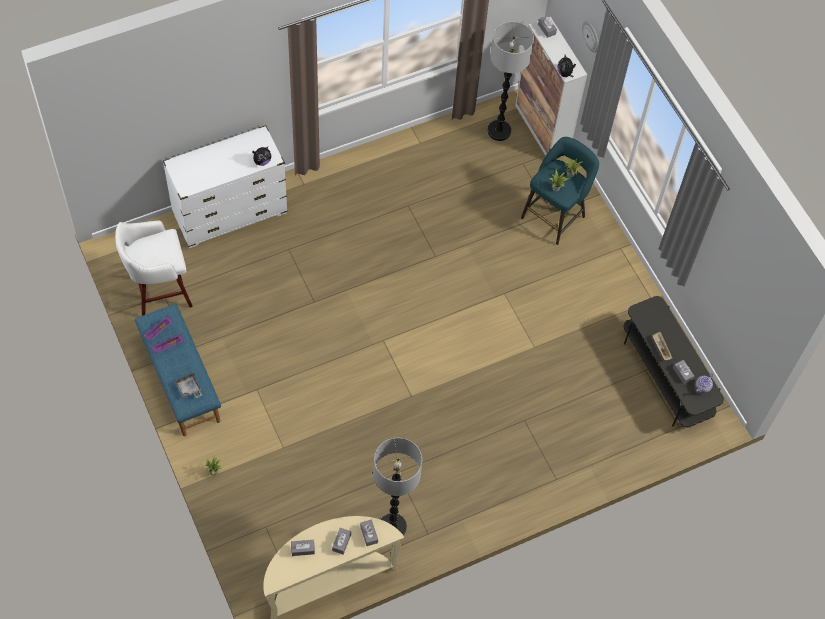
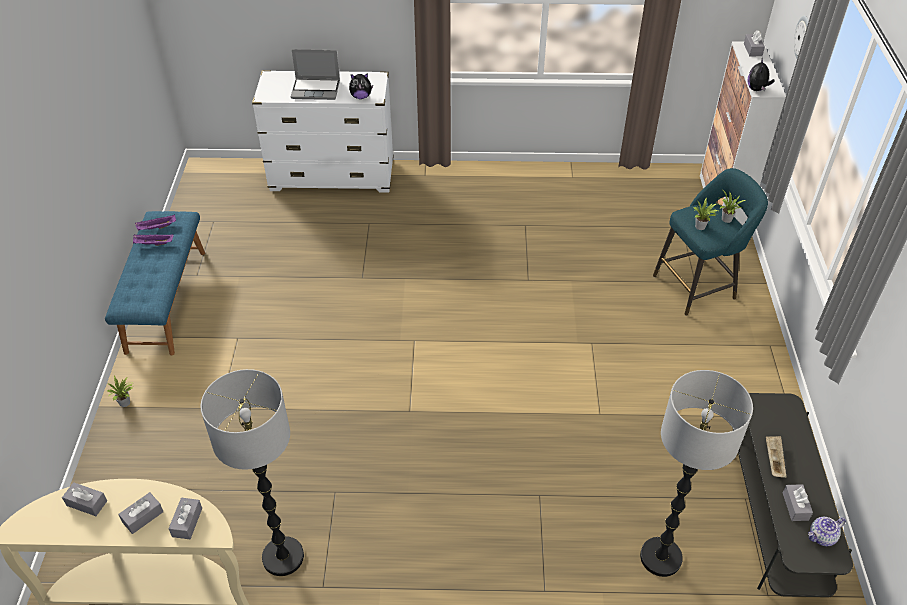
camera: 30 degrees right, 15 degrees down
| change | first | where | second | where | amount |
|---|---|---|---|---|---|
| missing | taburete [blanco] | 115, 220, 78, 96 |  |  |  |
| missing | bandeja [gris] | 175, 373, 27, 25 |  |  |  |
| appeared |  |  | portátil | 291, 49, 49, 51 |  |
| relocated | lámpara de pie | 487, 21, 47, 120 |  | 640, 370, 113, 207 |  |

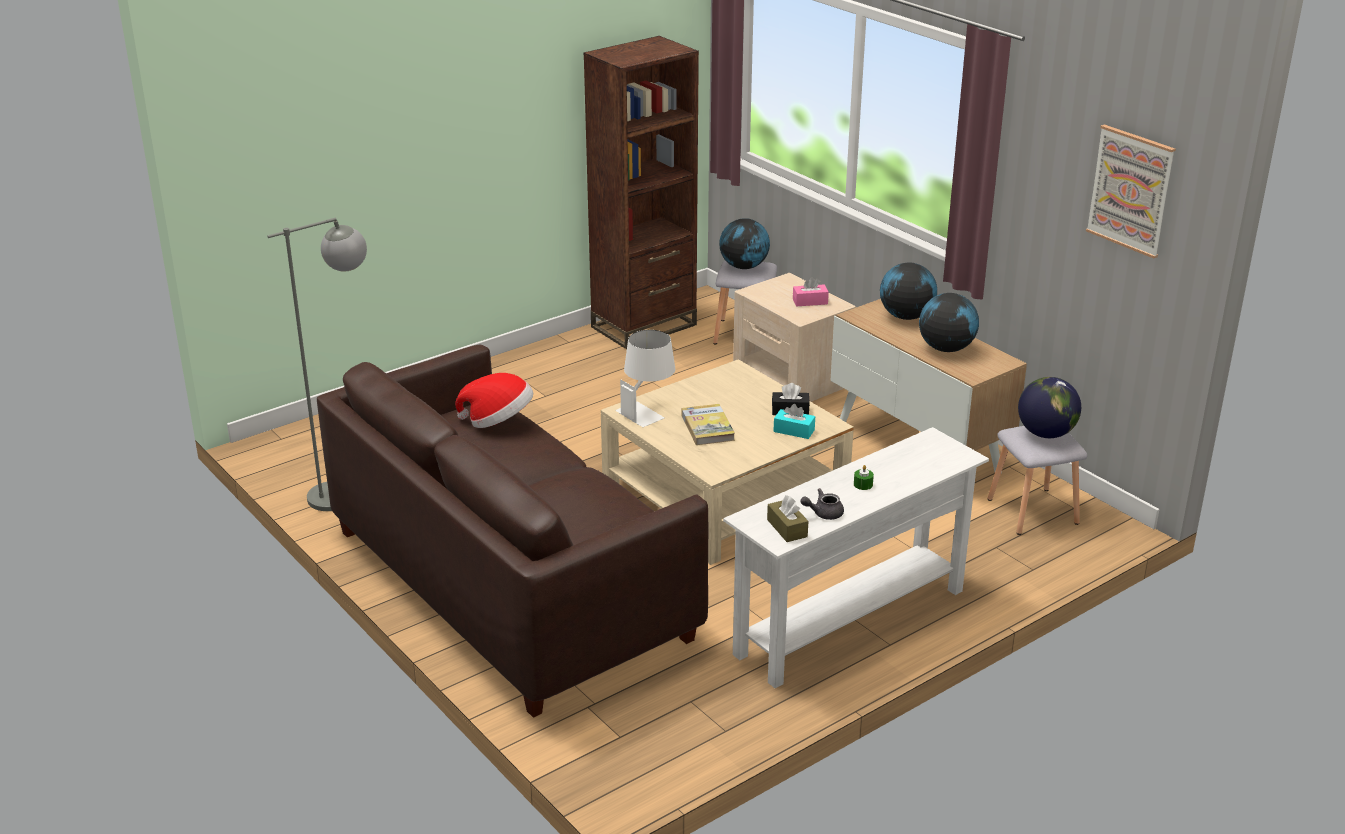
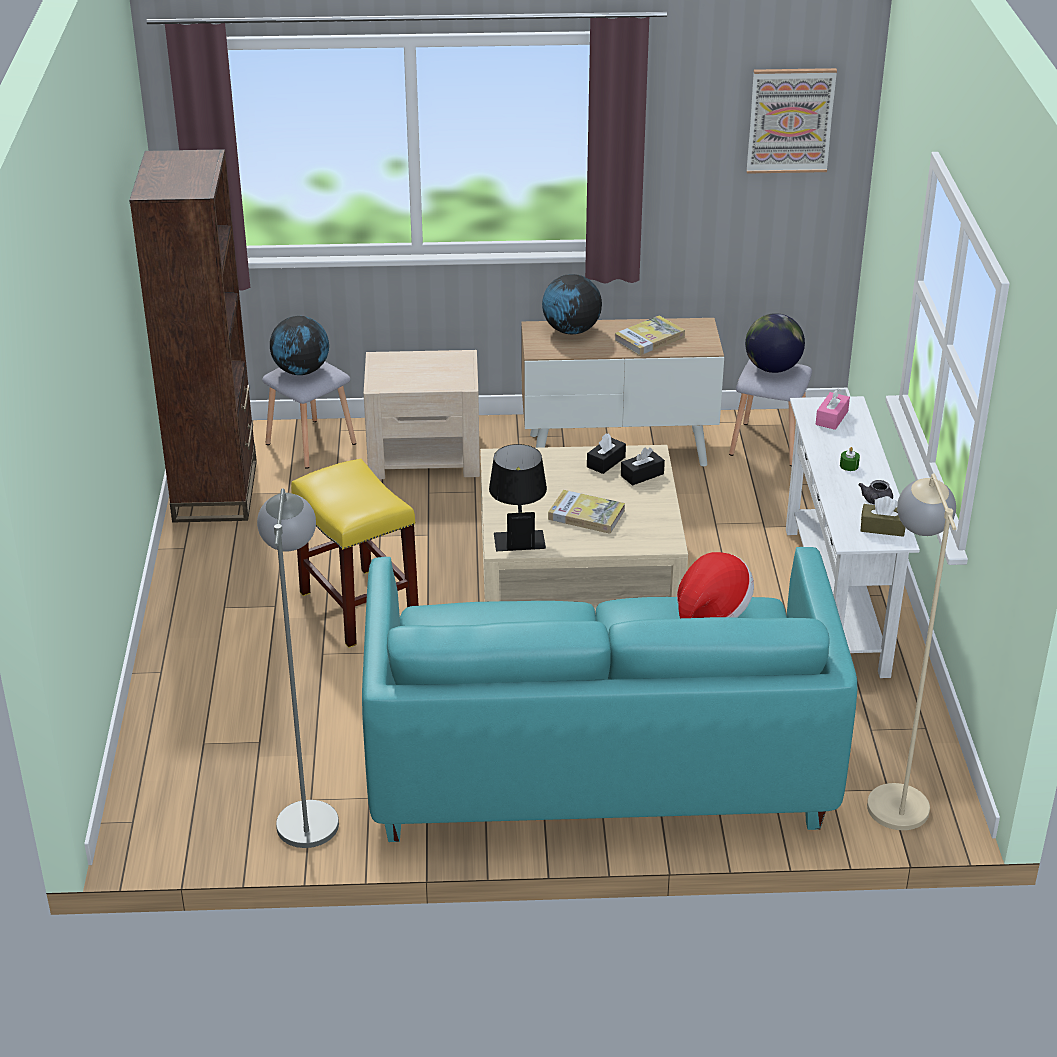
camera: 55 degrees left, 5 degrees up
| change | first | where | second | where | amount |
|---|---|---|---|---|---|
| appeared |  |  | taburete [amarillo] | 291, 459, 128, 189 |  |
| appeared |  |  | lámpara de pie [beis] | 867, 474, 90, 356 |  |
| relocated | sombrero | 455, 373, 78, 55 |  | 677, 552, 77, 66 |  |
| relocated | caja de pañuelos [rosa] | 793, 277, 36, 29 |  | 816, 388, 34, 42 |  |
| exchanged | globo terráqueo | 919, 293, 60, 59 | libro | 614, 316, 71, 40 |  |
| colour | sofá [marrón] | 317, 345, 391, 373 | sofá [turquesa] | 362, 547, 495, 295 |  |
| colour | lámpara de mesa [blanco] | 615, 330, 60, 97 | lámpara de mesa [negro] | 489, 444, 58, 107 |  |
| colour | caja de pañuelos [turquesa] | 773, 404, 42, 35 | caja de pañuelos [negro] | 621, 447, 44, 39 |  |

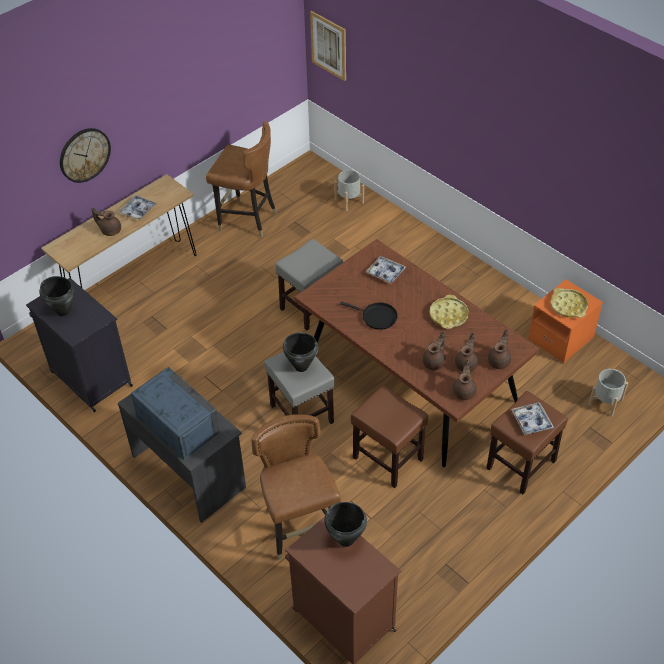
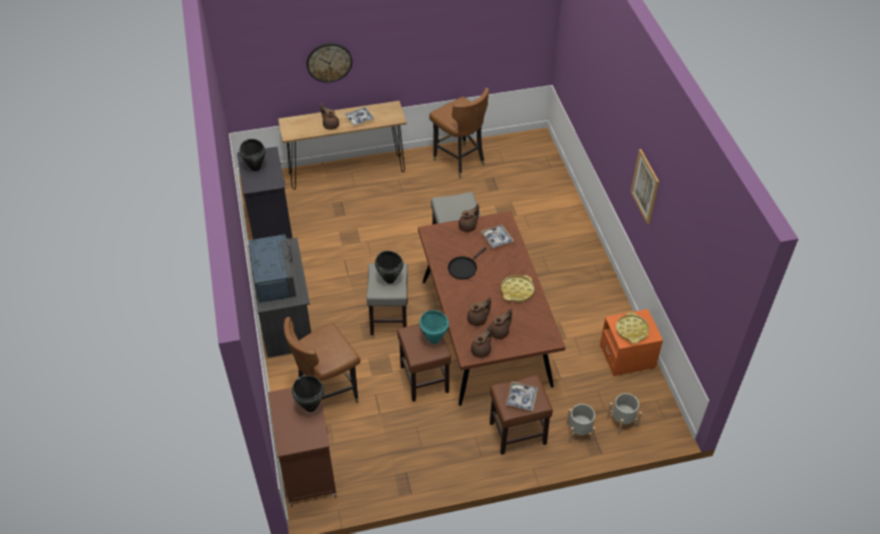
camera: 30 degrees right, 0 degrees up
| change | first | where | second | where | amount |
|---|---|---|---|---|---|
| appeared |  |  | olla [turquesa] | 419, 310, 30, 34 |  |
| relocated | cuadro | 310, 11, 36, 70 |  | 631, 149, 28, 76 |  |
| relocated | maceta [gris] | 334, 170, 30, 41 |  | 567, 404, 28, 39 |  |
| relocated | tetera [marrón] | 488, 329, 23, 40 |  | 458, 204, 21, 28 |  |
| spun | silla [marrón] | 251, 414, 90, 146 |  | 284, 317, 76, 86 | 135 degrees counterclockwise |
| spun | sartén [negro] | 340, 302, 58, 28 |  | 448, 247, 39, 32 | 75 degrees clockwise |

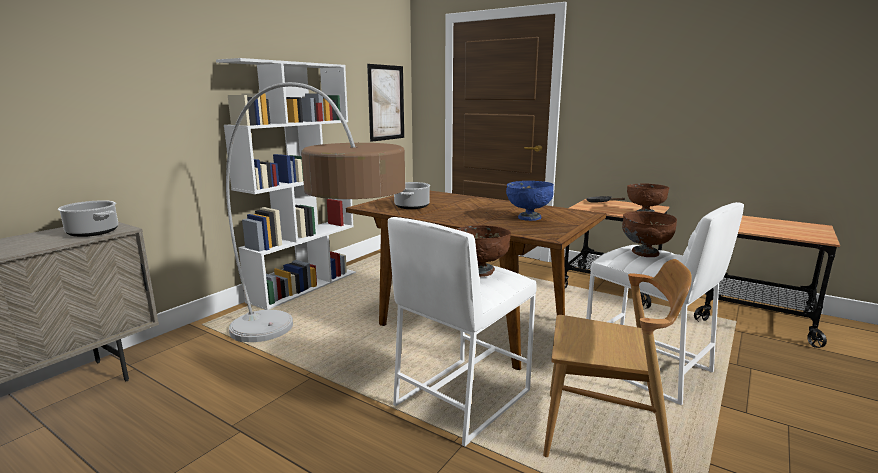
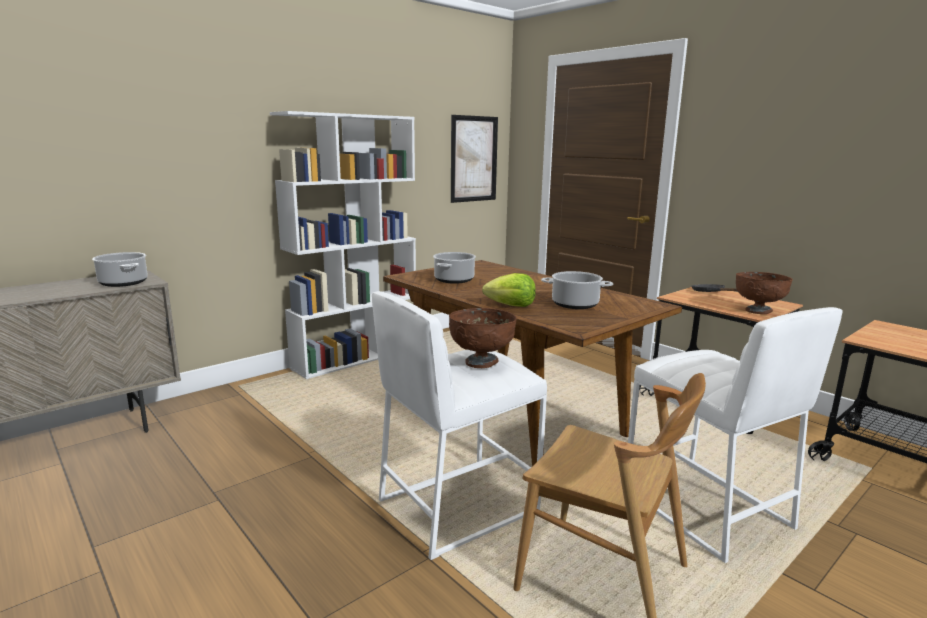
camera: 15 degrees right, 0 degrees up
| change | first | where | second | where | amount |
|---|---|---|---|---|---|
| missing | lámpara de pie | 226, 82, 179, 260 |  |  |  |
| missing | cuenco [marrón] | 622, 211, 55, 46 |  |  |  |
| appeared |  |  | lechuga | 482, 273, 54, 34 |  |
| exchanged | cuenco [azul] | 506, 181, 48, 40 | olla | 541, 271, 72, 38 |  |

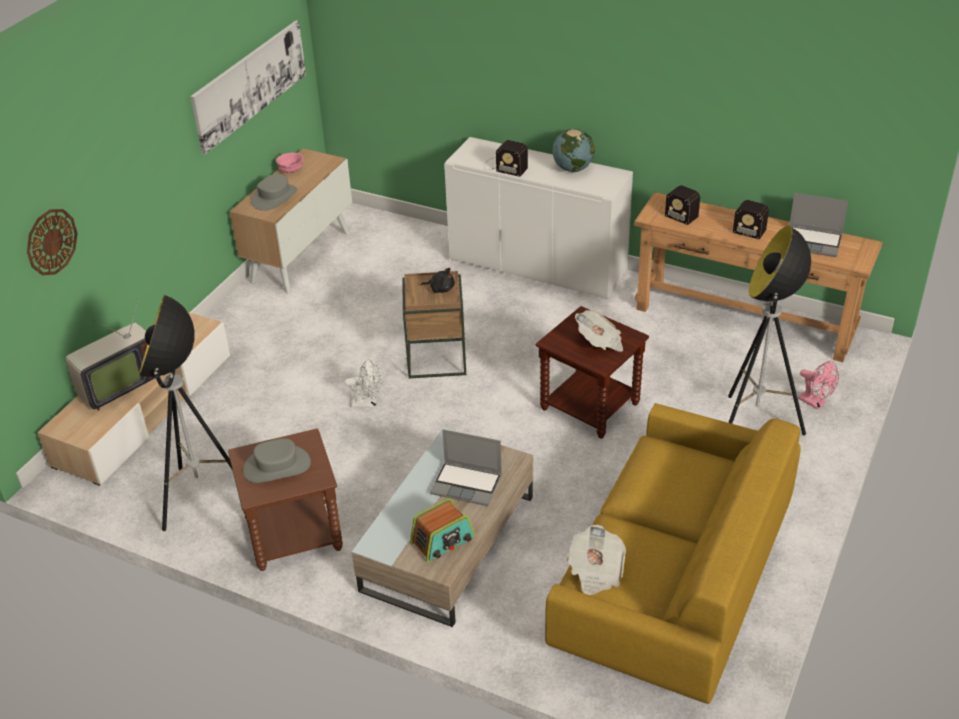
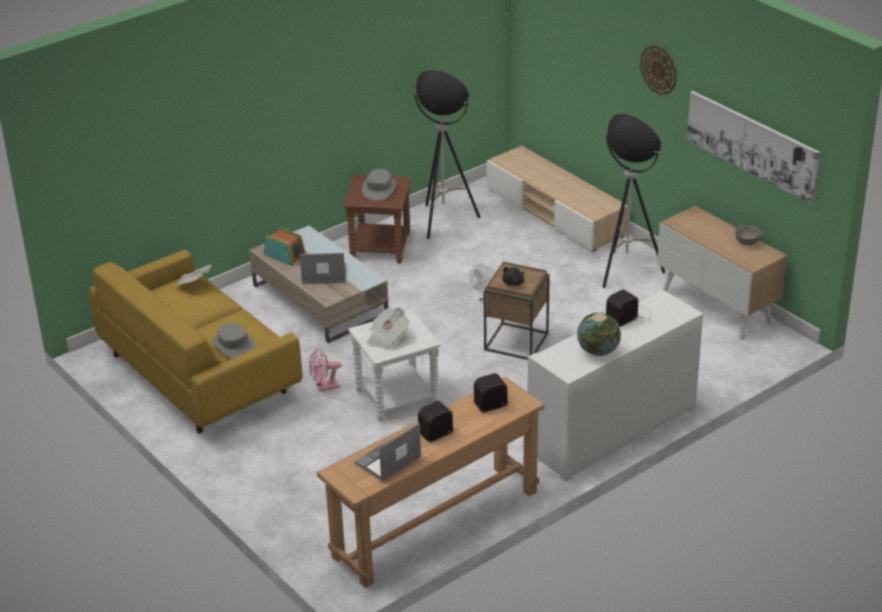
camera: 115 degrees right, 5 degrees down
| change | first | where | second | where | amount |
|---|---|---|---|---|---|
| missing | televisor | 65, 294, 90, 117 |  |  |  |
| relocated | reloj de pared | 27, 209, 50, 66 |  | 640, 45, 37, 50 |  |
| relocated | sombrero [gris] | 251, 174, 46, 37 |  | 212, 323, 44, 35 |  |
| relocated | lámpara de pie | 728, 226, 83, 209 |  | 602, 113, 63, 175 |  |
| relocated | ventilador [rosa] | 798, 361, 41, 49 |  | 309, 348, 33, 44 |  |
| colour | cuenco [rosa] | 276, 153, 27, 20 | cuenco [gris] | 735, 225, 26, 20 |  |
| colour | mesa auxiliar [marrón] | 536, 306, 113, 132 | mesa auxiliar [blanco] | 348, 310, 93, 111 |  |
| spun | radio | 410, 498, 65, 64 |  | 264, 227, 42, 39 | 135 degrees clockwise |
| spun | portátil | 430, 429, 72, 77 |  | 300, 253, 46, 31 | 45 degrees clockwise |

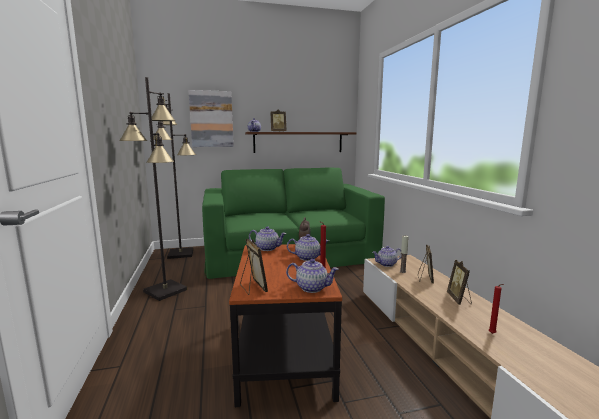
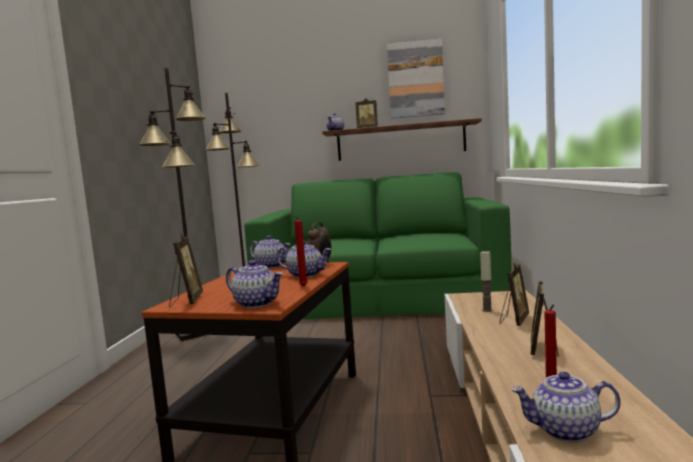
camera: 20 degrees right, 5 degrees down
| change | first | where | second | where | amount |
|---|---|---|---|---|---|
| relocated | cuadro | 189, 90, 45, 57 |  | 387, 39, 58, 80 |  |
| relocated | tetera | 373, 246, 29, 21 |  | 511, 371, 110, 71 |  |

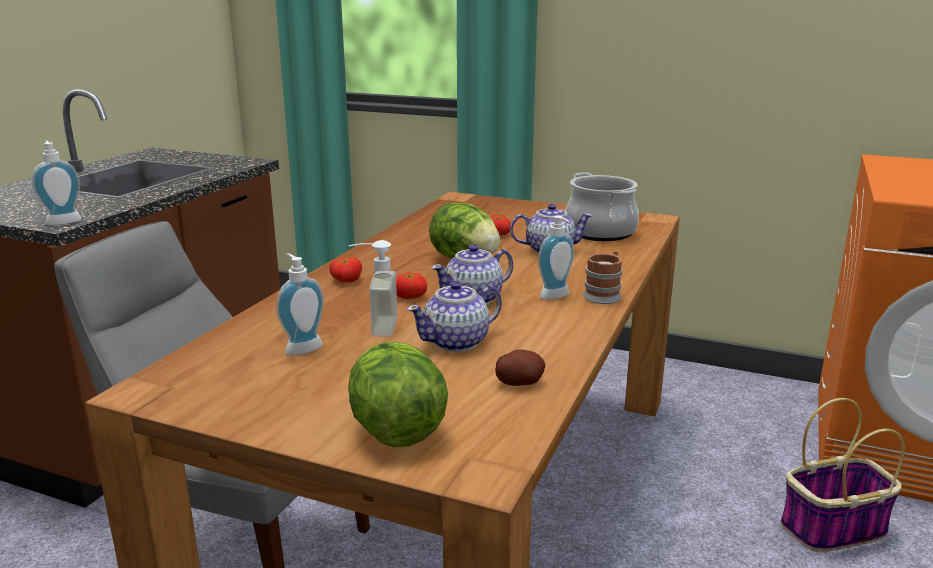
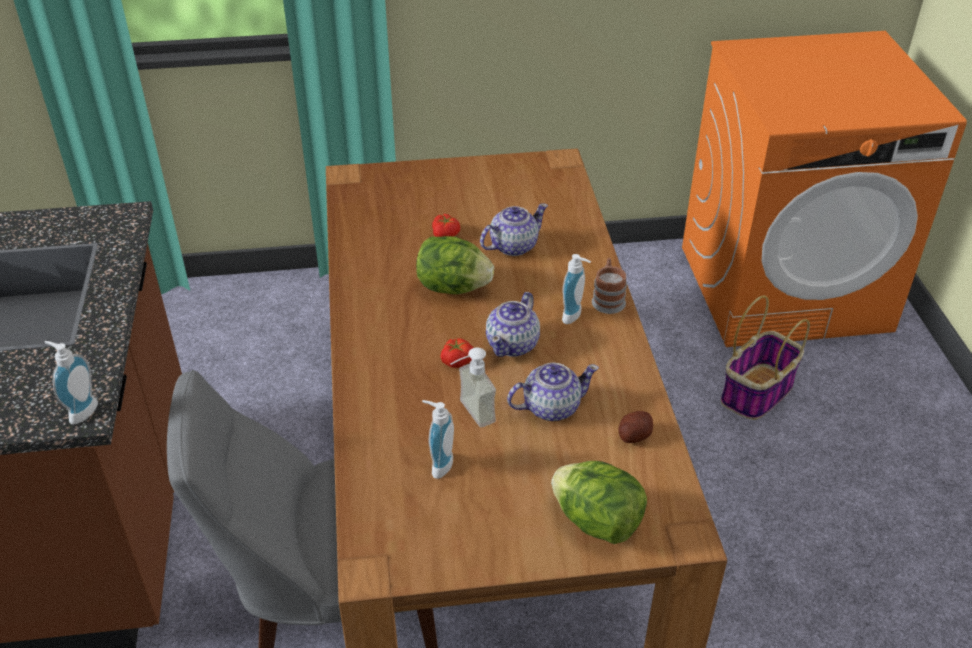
camera: 30 degrees left, 20 degrees up
| change | first | where | second | where | amount |
|---|---|---|---|---|---|
| missing | tomate | 329, 257, 33, 26 |  |  |  |
| missing | olla | 565, 172, 74, 69 |  |  |  |
| spun | tetera | 407, 281, 95, 71 |  | 507, 363, 92, 58 | 135 degrees counterclockwise |

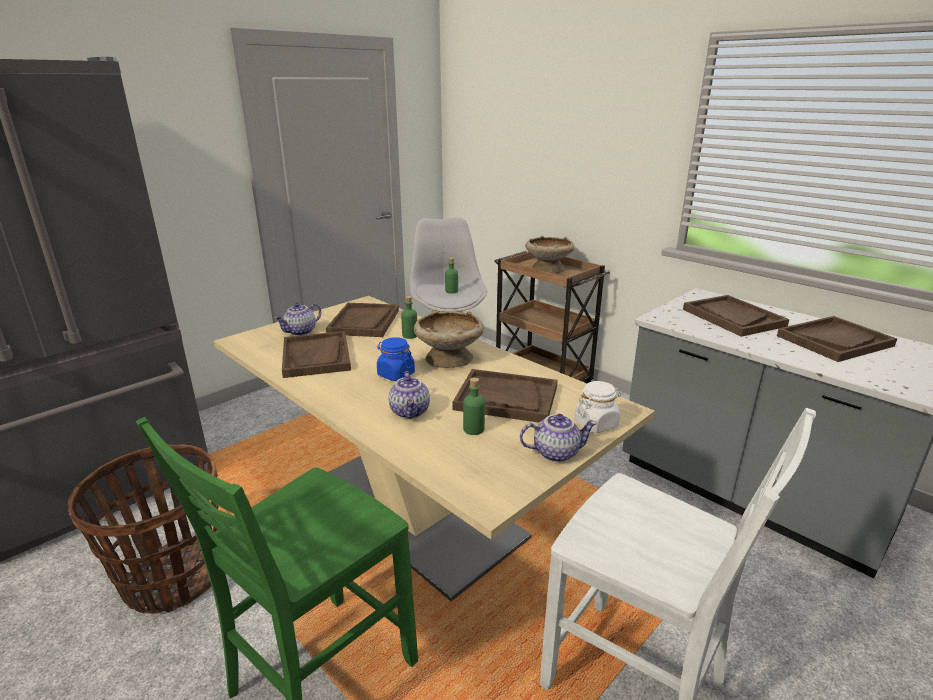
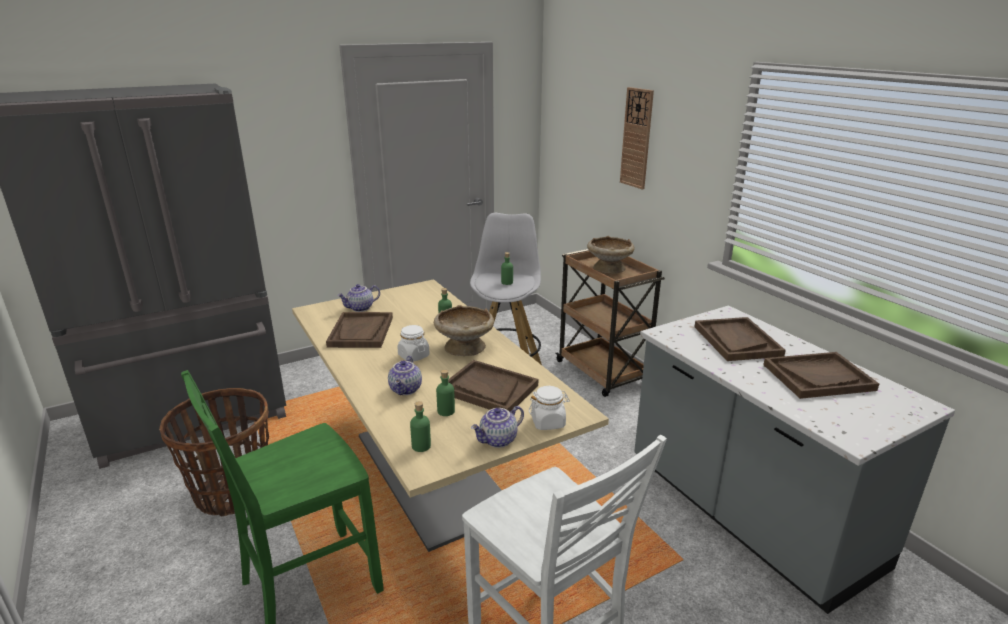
camera: 15 degrees right, 0 degrees up
| change | first | where | second | where | amount |
|---|---|---|---|---|---|
| missing | bandeja [marrón] | 326, 303, 73, 34 |  |  |  |
| appeared |  |  | botella [verde] | 410, 401, 21, 51 |  |
| appeared |  |  | reloj de pared | 620, 87, 34, 102 |  |
| colour | tarro [azul] | 377, 337, 38, 44 | tarro [blanco] | 397, 325, 32, 37 |  |
| spun | tetera | 520, 414, 77, 48 |  | 471, 406, 53, 42 | 135 degrees clockwise |

